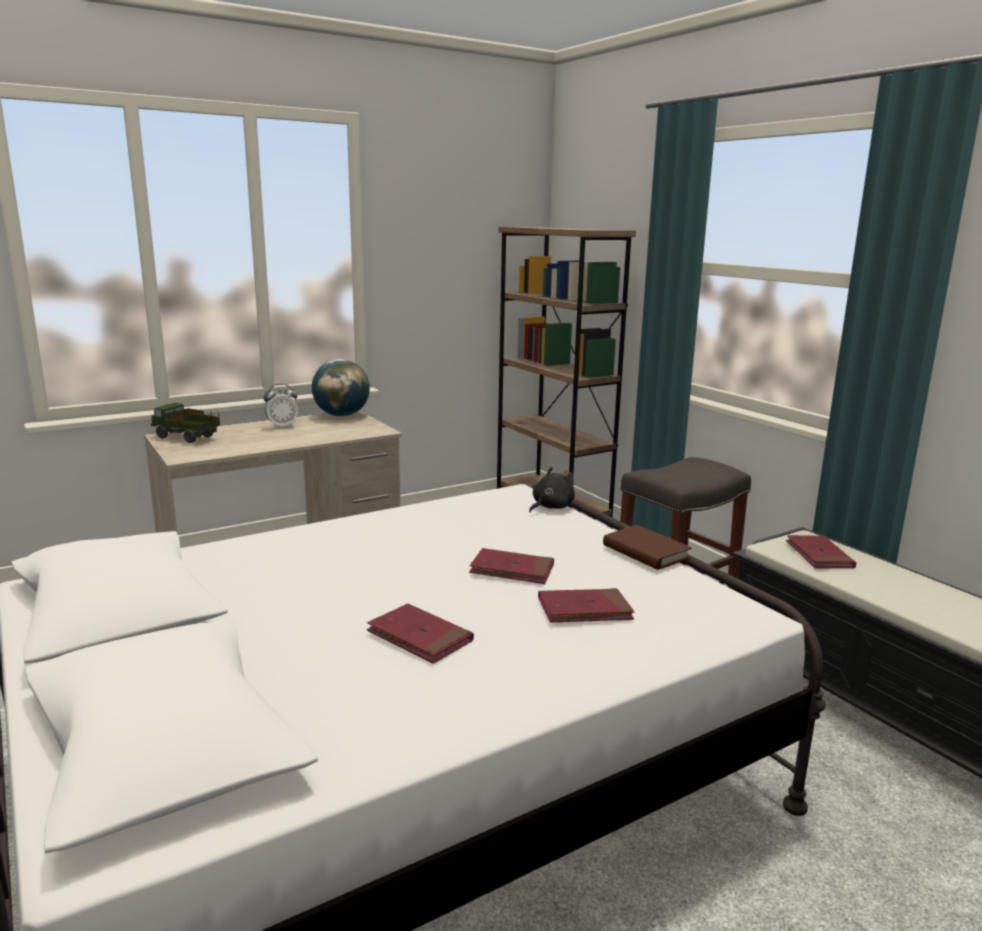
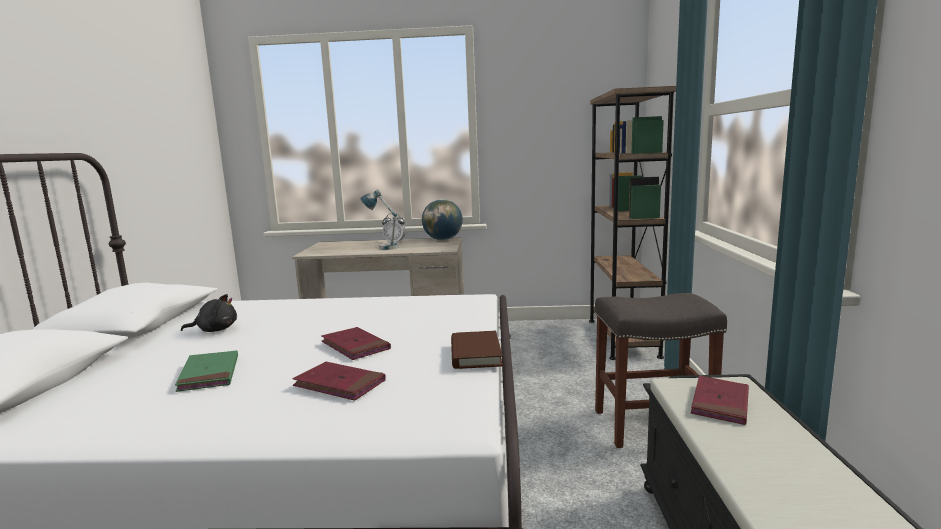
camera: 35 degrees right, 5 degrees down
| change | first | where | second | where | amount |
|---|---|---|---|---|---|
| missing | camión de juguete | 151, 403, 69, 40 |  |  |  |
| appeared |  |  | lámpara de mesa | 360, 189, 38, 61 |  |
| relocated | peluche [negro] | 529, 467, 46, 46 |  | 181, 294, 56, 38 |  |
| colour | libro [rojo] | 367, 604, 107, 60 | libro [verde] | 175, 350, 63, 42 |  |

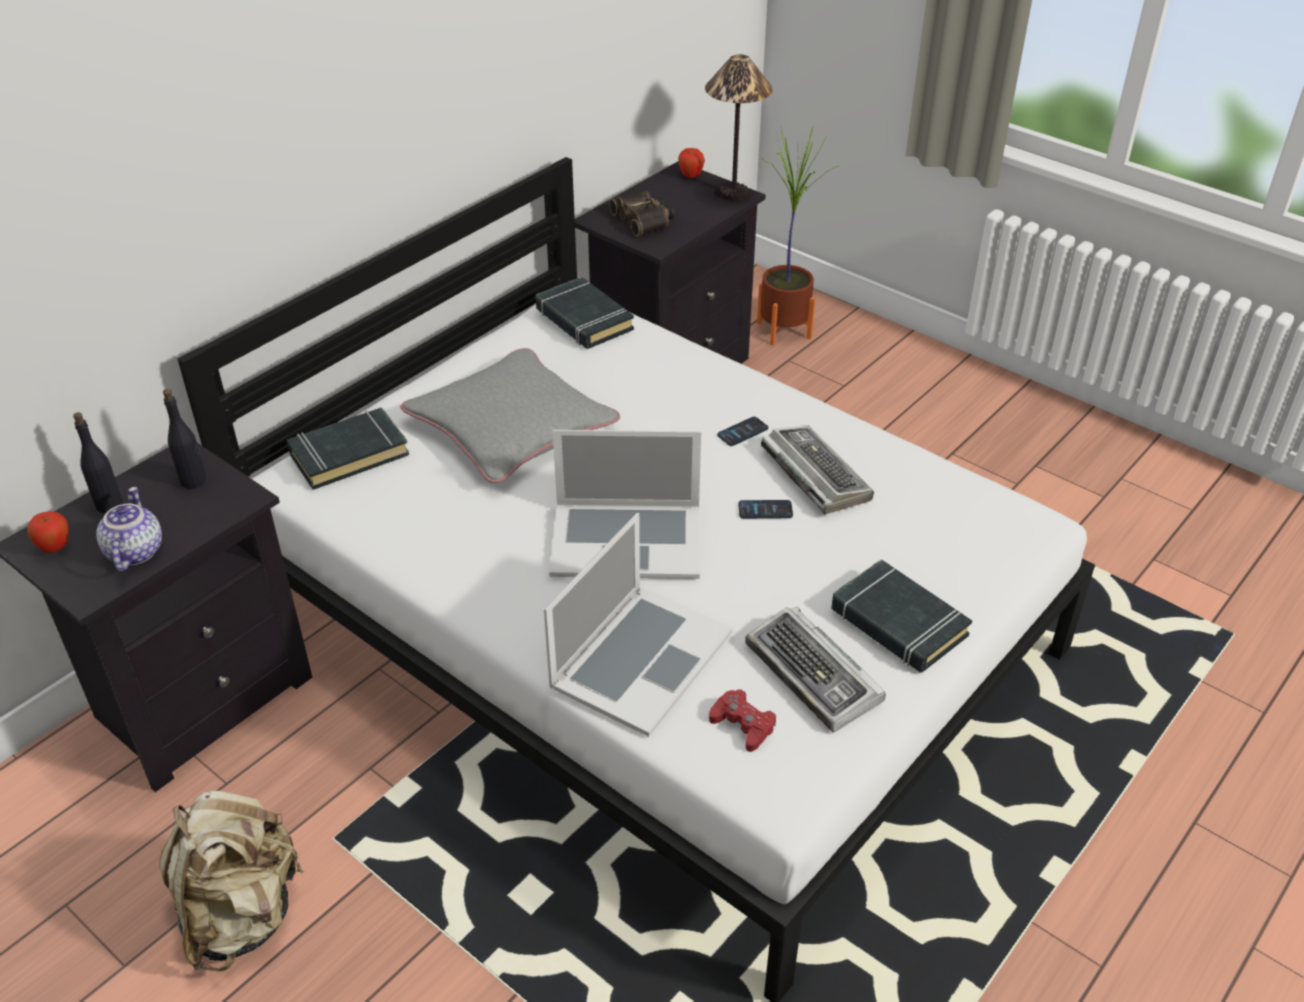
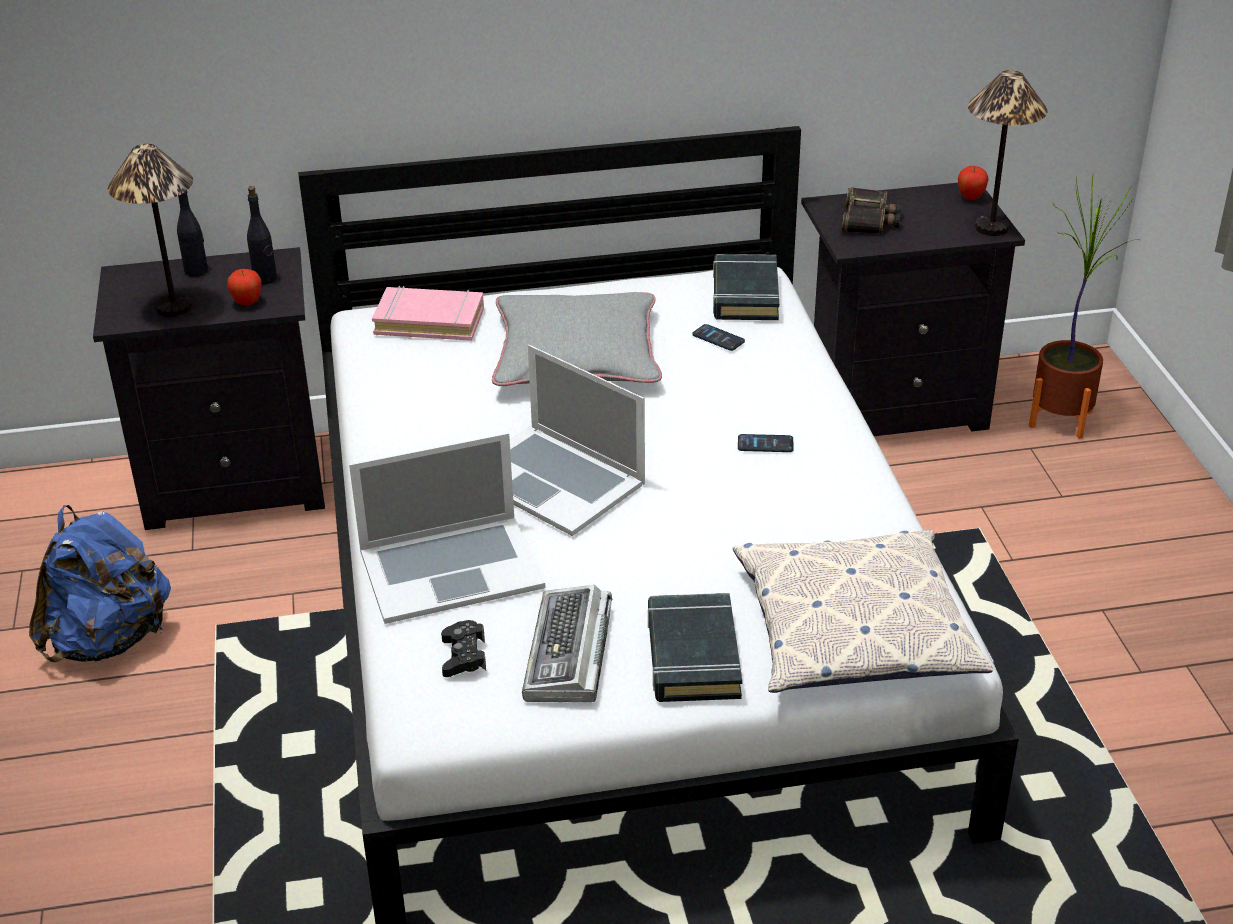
camera: 40 degrees right, 5 degrees down
| change | first | where | second | where | amount |
|---|---|---|---|---|---|
| missing | teclado | 761, 425, 113, 89 |  |  |  |
| appeared |  |  | cojín | 733, 530, 260, 163 |  |
| relocated | manzana | 27, 511, 42, 42 |  | 227, 269, 35, 37 |  |
| relocated | móvil | 738, 500, 55, 19 |  | 692, 324, 53, 27 |  |
| exchanged | tetera | 96, 487, 66, 84 | lámpara de mesa | 108, 144, 85, 173 |  |
| colour | mochila [beis] | 159, 791, 145, 180 | mochila [azul] | 29, 505, 142, 157 |  |
| colour | libro [negro] | 287, 407, 122, 83 | libro [rosa] | 372, 286, 112, 55 |  |
| colour | mando de consola [rojo] | 709, 689, 67, 63 | mando de consola [negro] | 441, 620, 45, 57 |  |

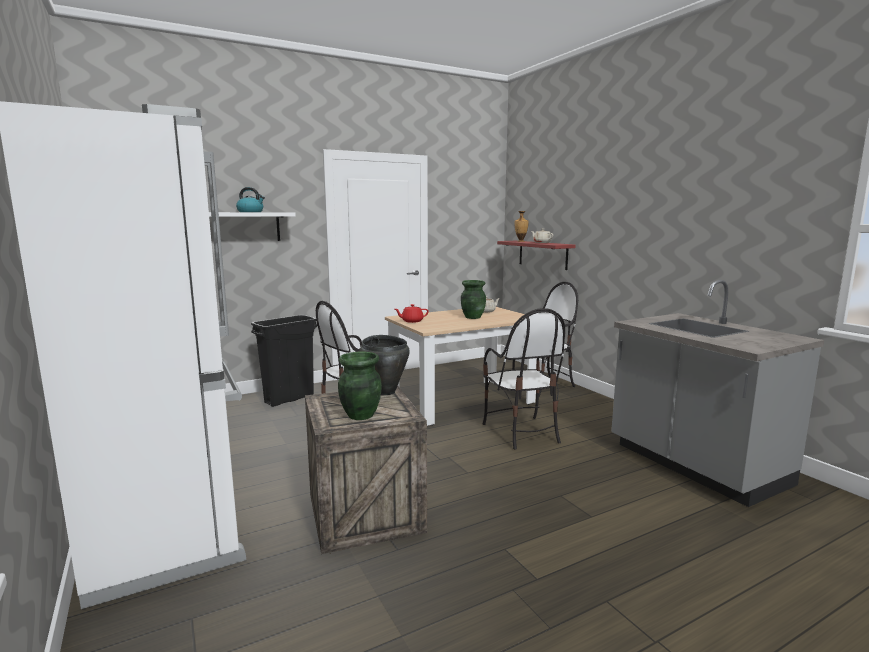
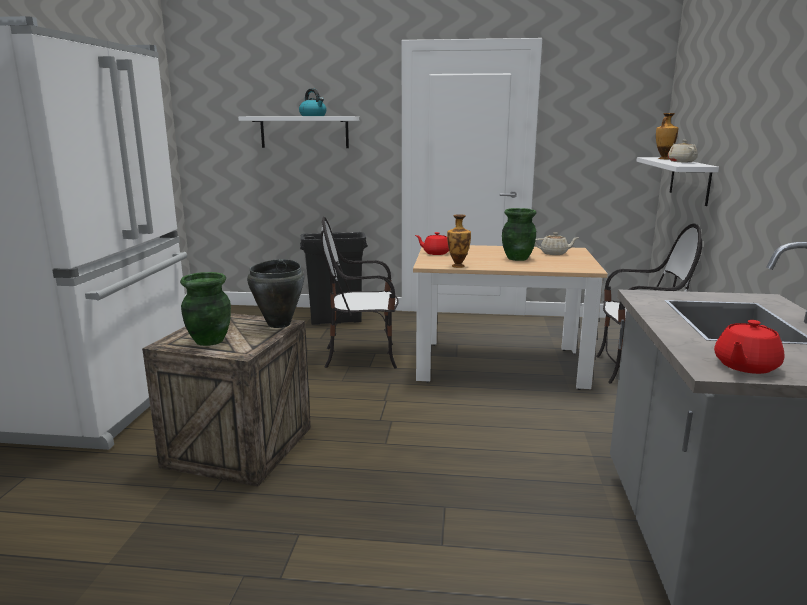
camera: 35 degrees right, 5 degrees up
| change | first | where | second | where | amount |
|---|---|---|---|---|---|
| missing | silla | 483, 308, 82, 141 |  |  |  |
| appeared |  |  | florero | 447, 214, 24, 54 |  |
| appeared |  |  | tetera [rojo] | 714, 320, 71, 54 |  |
| colour | estante [rojo] | 497, 241, 78, 29 | estante [blanco] | 636, 157, 83, 49 |  |

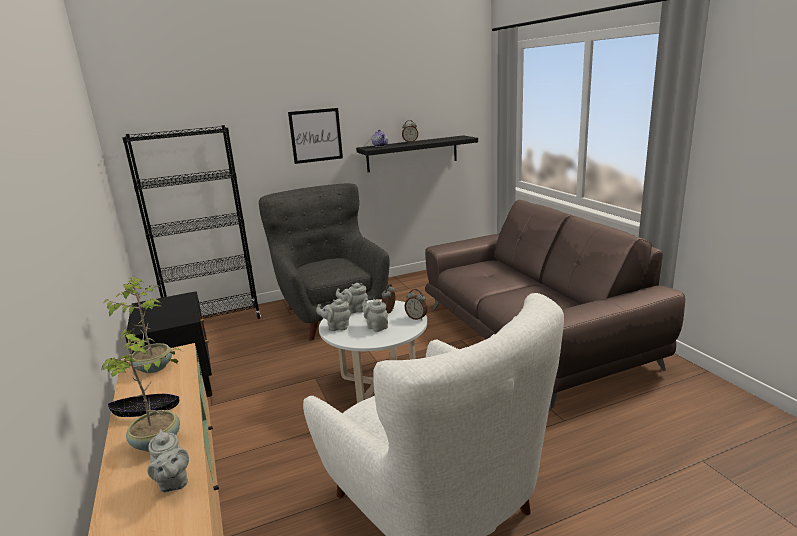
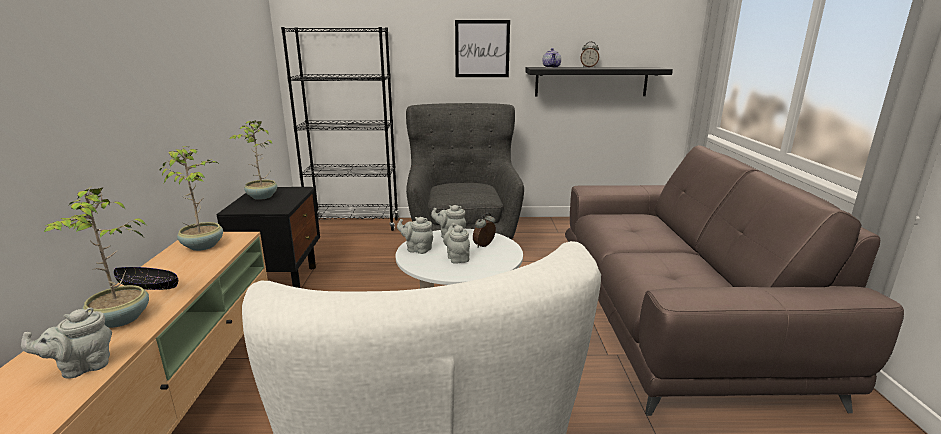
camera: 20 degrees right, 0 degrees up
| change | first | where | second | where | amount |
|---|---|---|---|---|---|
| missing | despertador | 405, 289, 23, 31 |  |  |  |
| appeared |  |  | planta en maceta | 229, 120, 48, 80 |  |
| spun | tetera [gris] | 147, 429, 42, 63 |  | 21, 307, 91, 72 | 60 degrees clockwise |

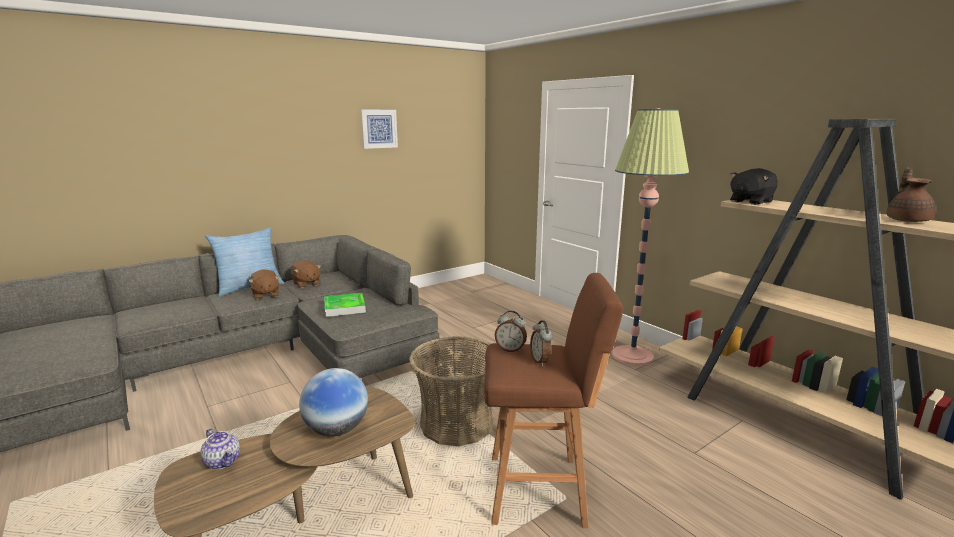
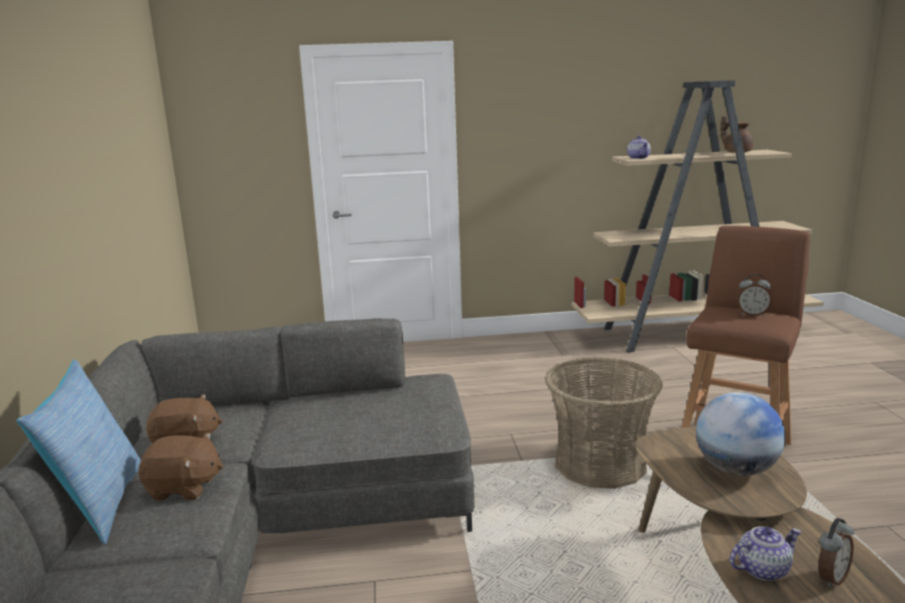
camera: 60 degrees left, 0 degrees up
| change | first | where | second | where | amount |
|---|---|---|---|---|---|
| missing | bandeja | 324, 293, 42, 24 |  |  |  |
| missing | cuadro | 361, 110, 37, 39 |  |  |  |
| missing | lámpara de pie | 612, 108, 77, 258 |  |  |  |
| relocated | despertador | 495, 311, 32, 41 |  | 818, 518, 36, 70 |  |
| exchanged | peluche [negro] | 730, 168, 48, 37 | tetera | 627, 136, 24, 23 |  |

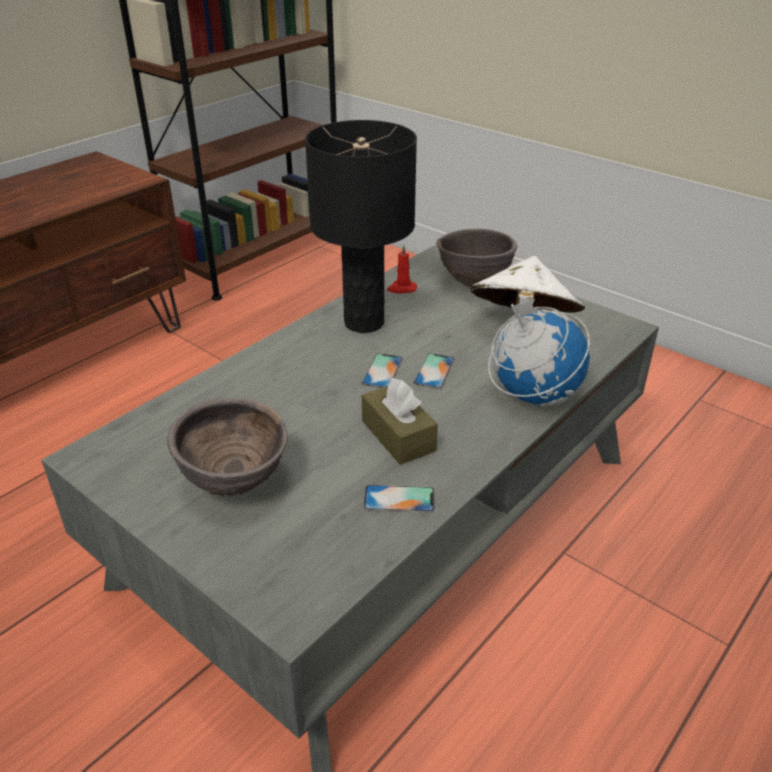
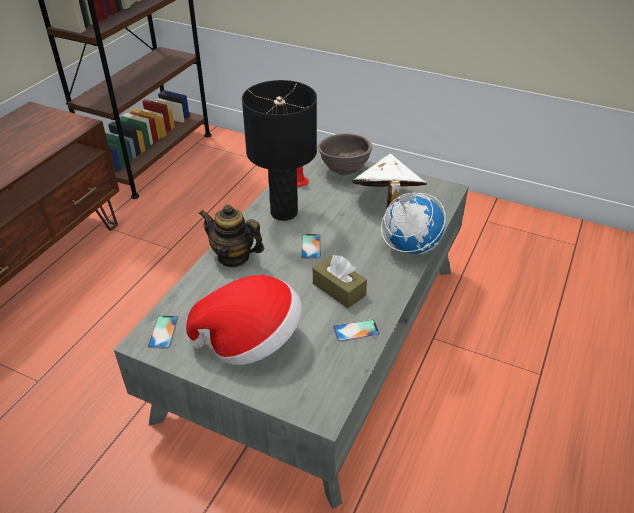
camera: 15 degrees left, 5 degrees up
| change | first | where | second | where | amount |
|---|---|---|---|---|---|
| appeared |  |  | tetera | 199, 204, 65, 63 |  |
| relocated | móvil | 413, 353, 42, 36 |  | 147, 315, 32, 34 |  |
| exchanged | cuenco [marrón] | 167, 398, 121, 98 | sombrero | 186, 275, 116, 90 |  |

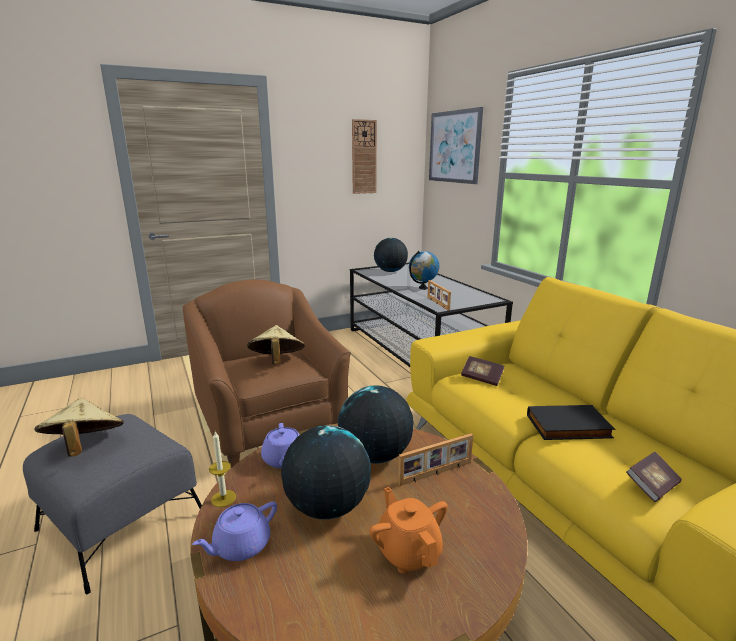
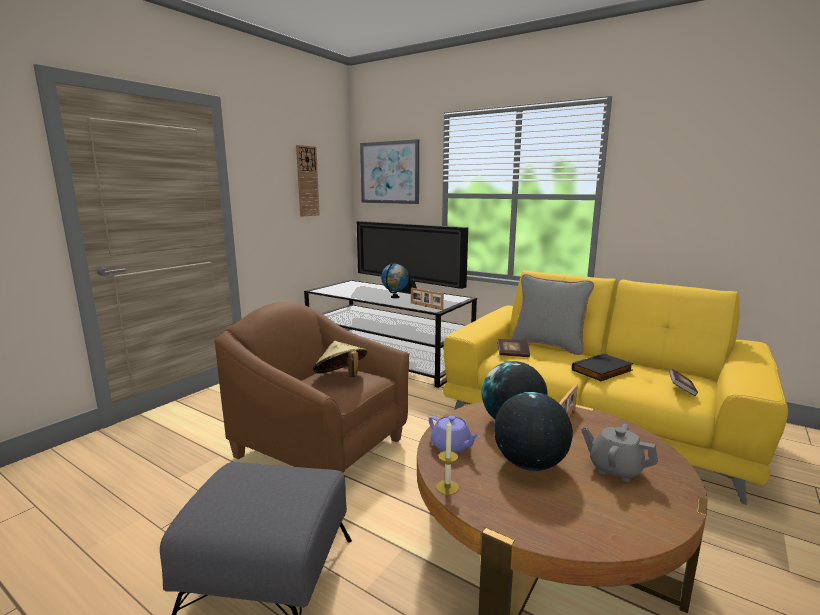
camera: 30 degrees left, 5 degrees down
| change | first | where | second | where | amount |
|---|---|---|---|---|---|
| missing | sombrero [beis] | 34, 397, 90, 60 |  |  |  |
| missing | tetera [morado] | 192, 501, 85, 60 |  |  |  |
| missing | globo terráqueo | 374, 238, 34, 34 |  |  |  |
| appeared |  |  | televisor | 357, 221, 111, 73 |  |
| appeared |  |  | cojín [gris] | 511, 274, 83, 81 |  |
| colour | tetera [naranja] | 369, 487, 79, 87 | tetera [gris] | 581, 424, 77, 58 |  |

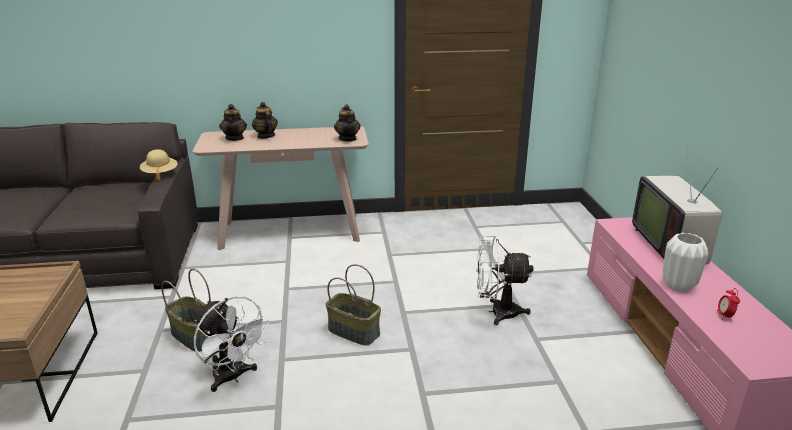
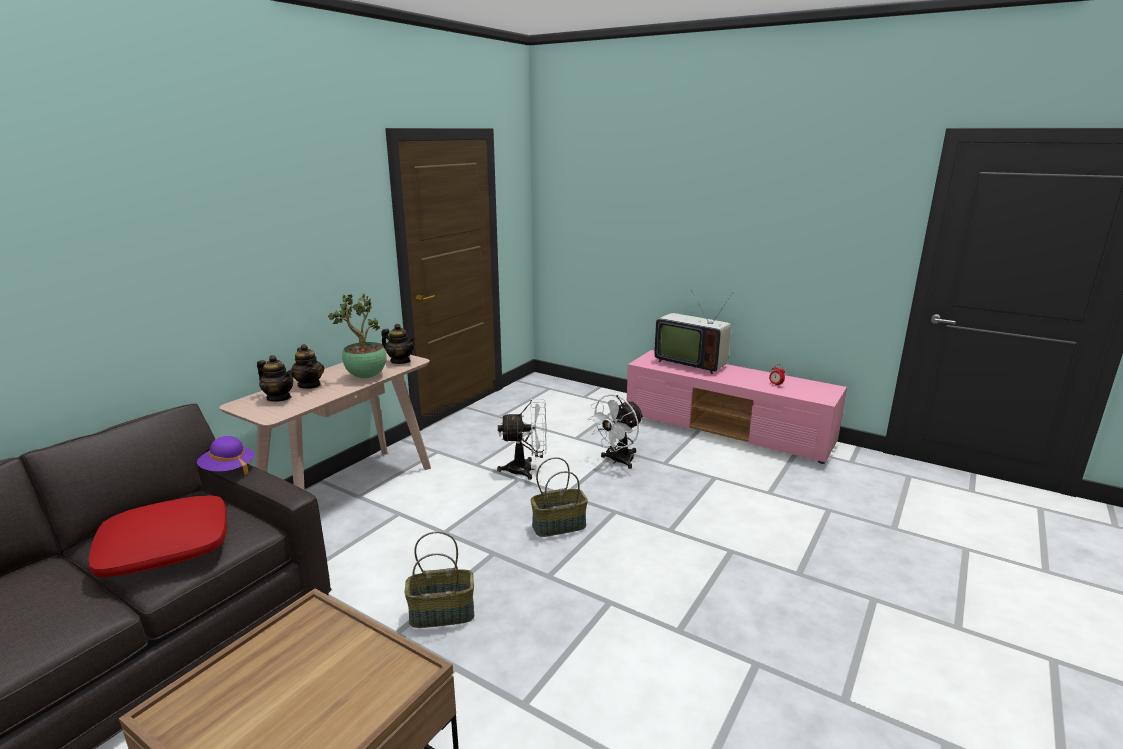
camera: 50 degrees left, 5 degrees down
| change | first | where | second | where | amount |
|---|---|---|---|---|---|
| missing | florero [blanco] | 663, 233, 45, 59 |  |  |  |
| appeared |  |  | cojín [rojo] | 88, 495, 139, 82 |  |
| appeared |  |  | planta en maceta | 328, 293, 59, 85 |  |
| relocated | ventilador [blanco] | 194, 296, 76, 96 |  | 497, 399, 50, 81 |  |
| colour | sombrero [beis] | 140, 149, 37, 31 | sombrero [morado] | 197, 436, 58, 39 |  |
| spun | tetera | 252, 102, 26, 37 |  | 290, 344, 34, 45 | 135 degrees counterclockwise |

